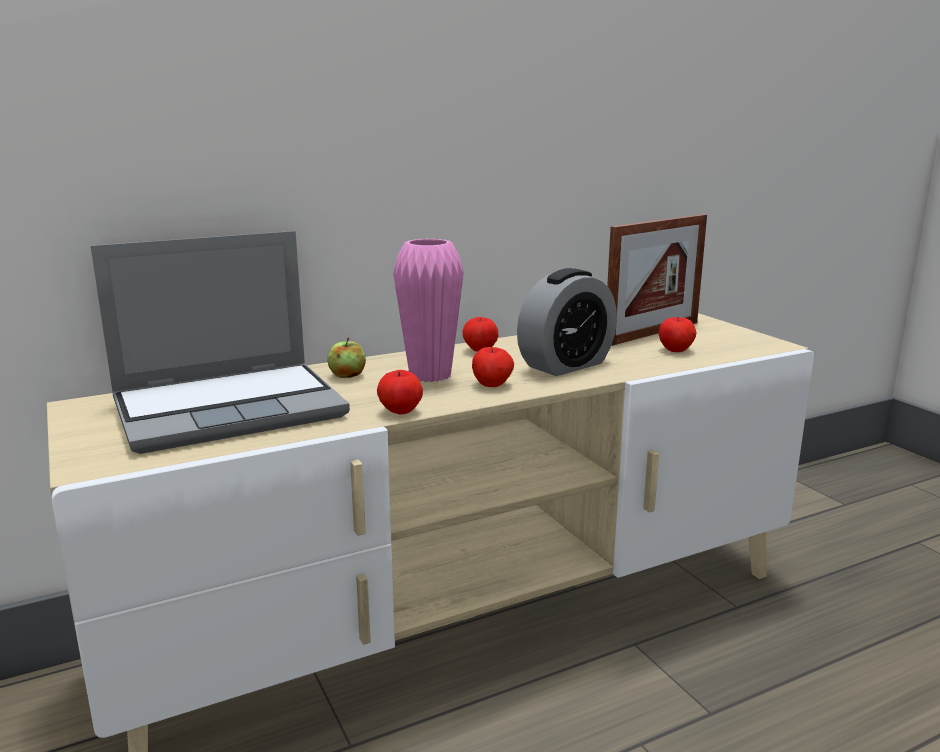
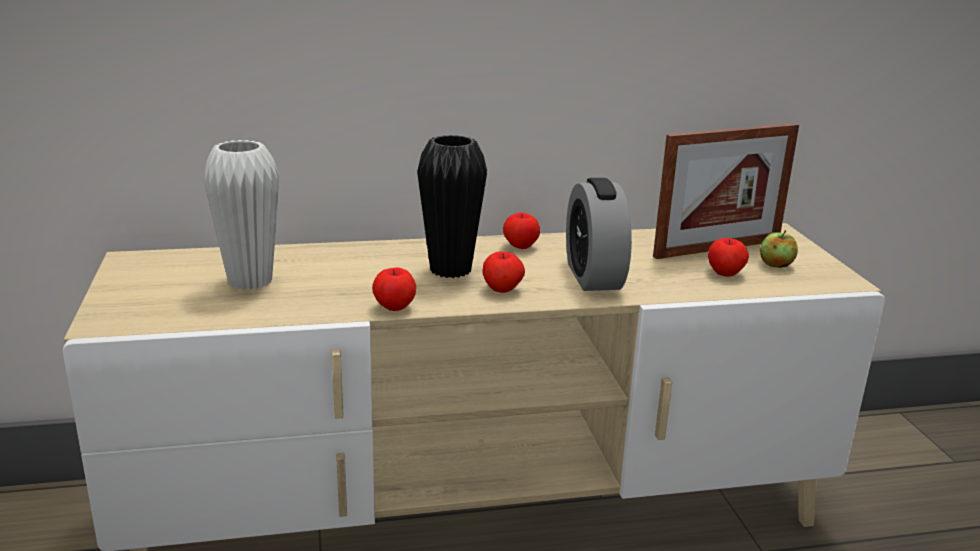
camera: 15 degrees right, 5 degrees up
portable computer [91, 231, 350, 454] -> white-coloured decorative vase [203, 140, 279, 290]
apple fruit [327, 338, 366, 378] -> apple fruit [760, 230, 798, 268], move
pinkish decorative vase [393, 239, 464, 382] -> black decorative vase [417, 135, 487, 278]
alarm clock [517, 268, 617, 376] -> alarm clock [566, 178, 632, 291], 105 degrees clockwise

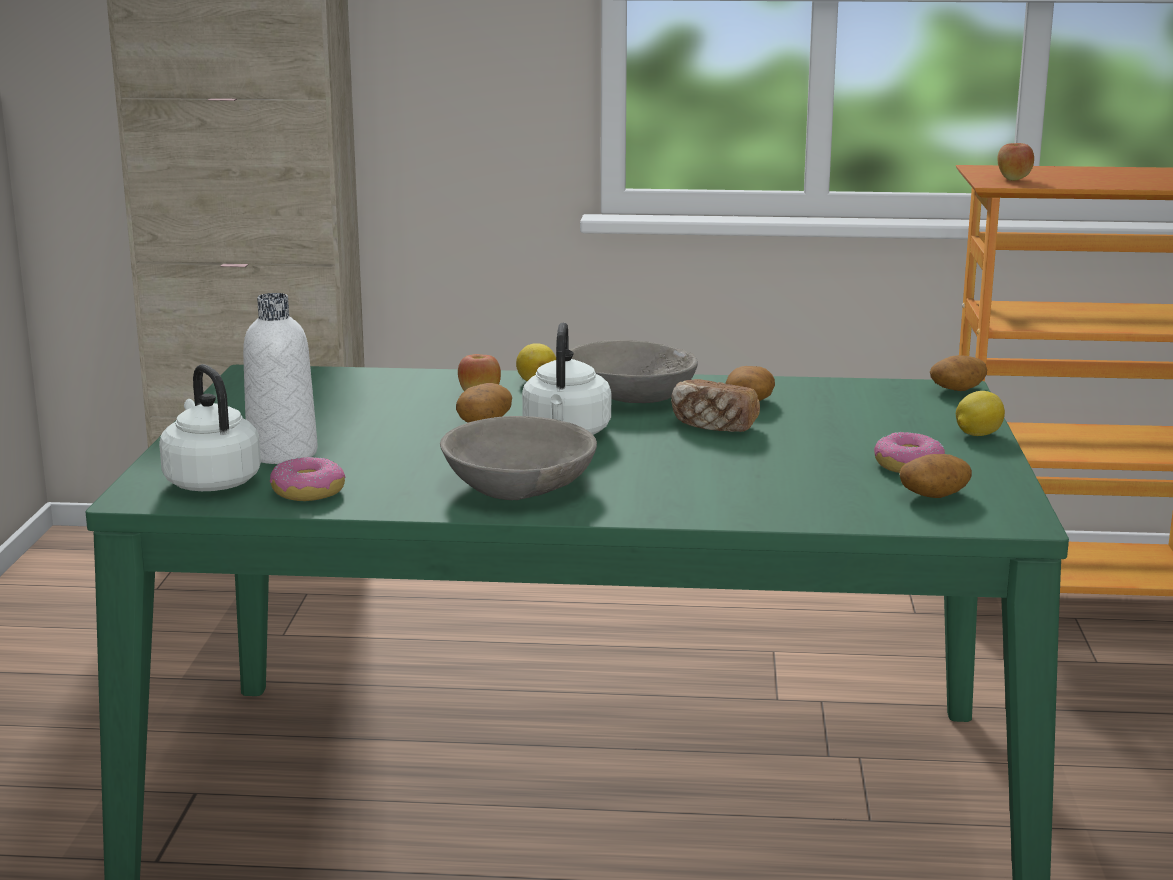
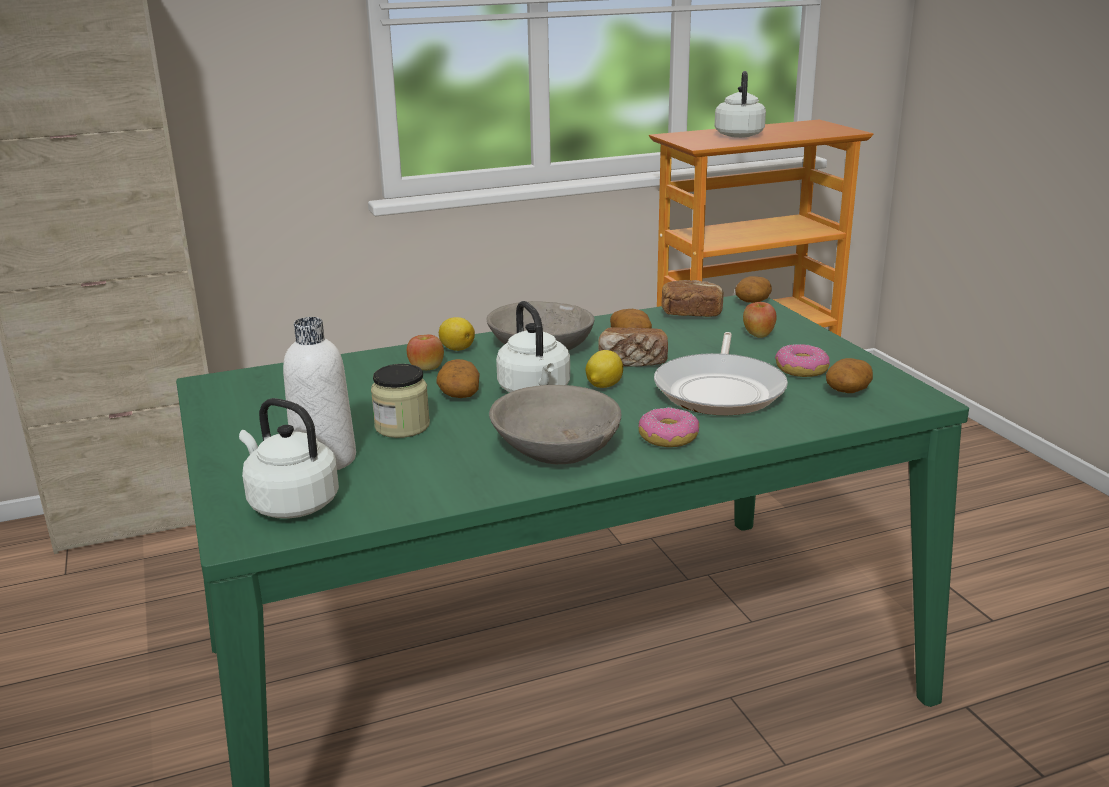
camera: 25 degrees left, 5 degrees up
doughnut [270, 457, 346, 501] -> doughnut [638, 407, 699, 447], move
whole lemon [956, 391, 1005, 436] -> whole lemon [586, 350, 623, 388], move
apple fruit [997, 143, 1034, 181] -> apple fruit [743, 302, 777, 338], move
none -> jar [371, 364, 430, 438]
none -> frying pan [654, 332, 788, 415]
none -> baked bread [662, 280, 724, 317]
none -> white-coloured water kettle [715, 71, 766, 138]

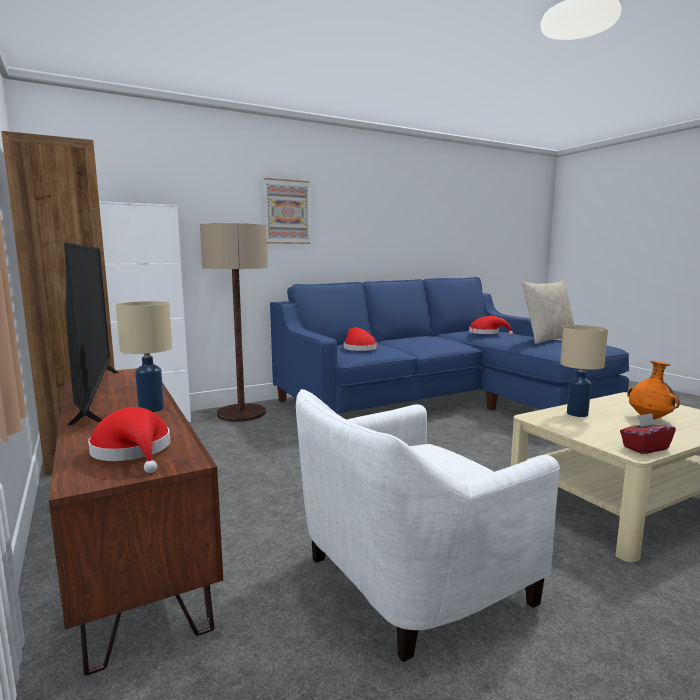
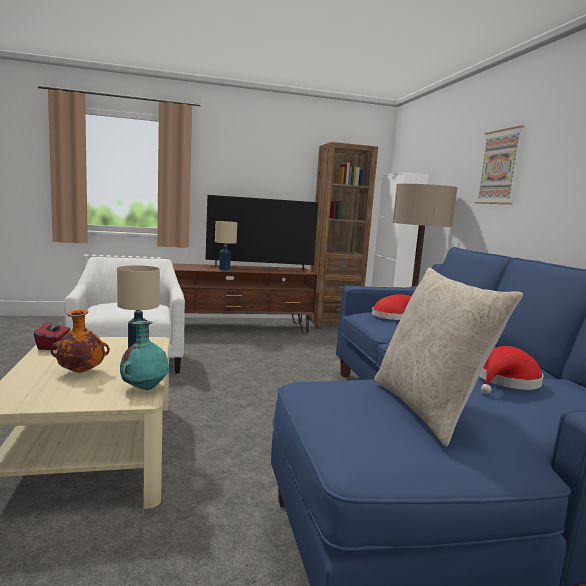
camera: 105 degrees right, 0 degrees up
red-coloured wearable hat [88, 407, 170, 473] -> none
none -> turquoise decorative vase [120, 321, 169, 390]

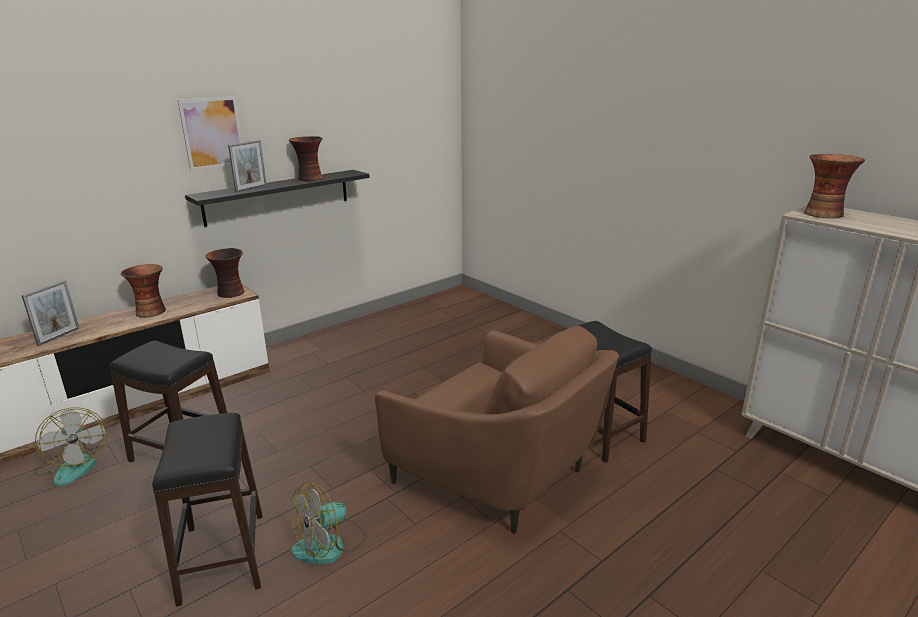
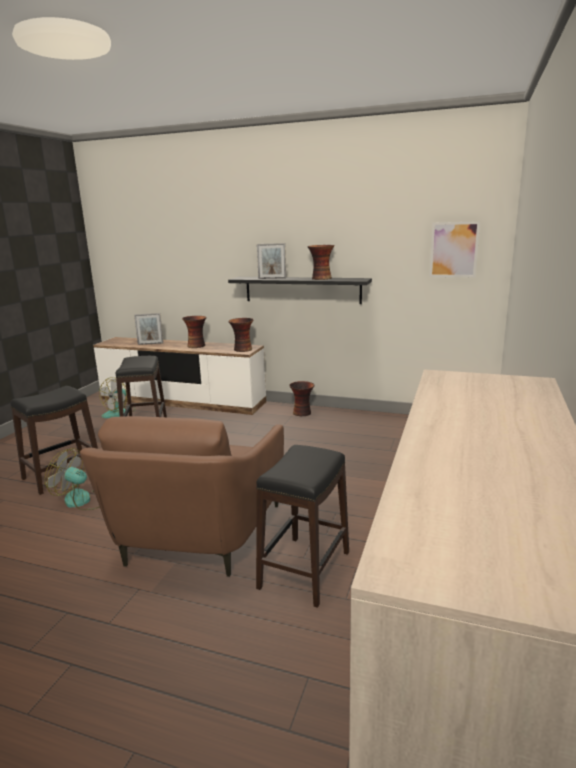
camera: 60 degrees right, 5 degrees down
wall art [178, 96, 242, 171] -> wall art [429, 221, 480, 277], move
decorative vase [804, 154, 865, 219] -> decorative vase [289, 381, 315, 416], move

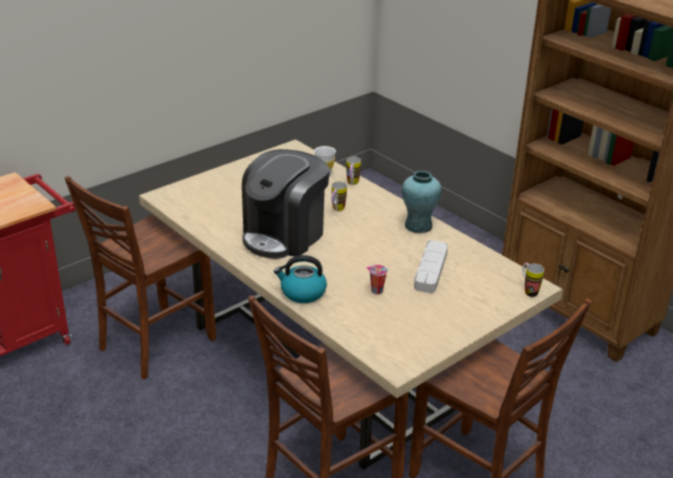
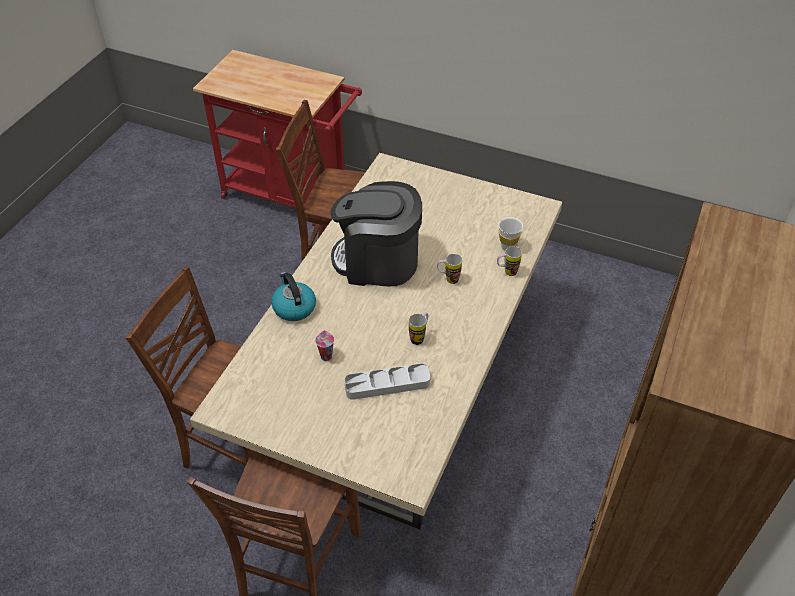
camera: 65 degrees right, 15 degrees up
turquoise decorative vase [401, 171, 442, 233] -> none
tea mug [522, 263, 544, 297] -> tea mug [409, 312, 428, 345], move

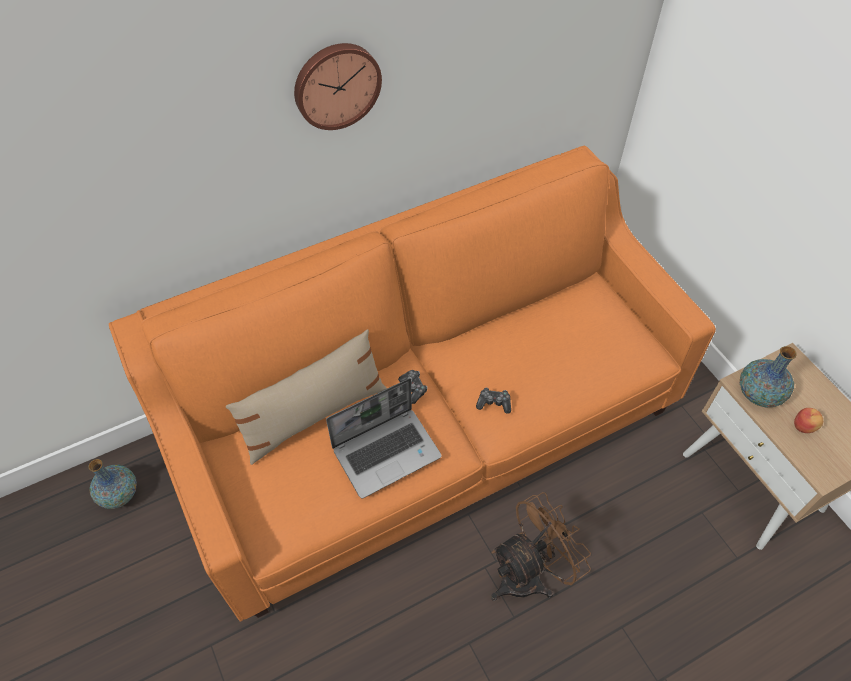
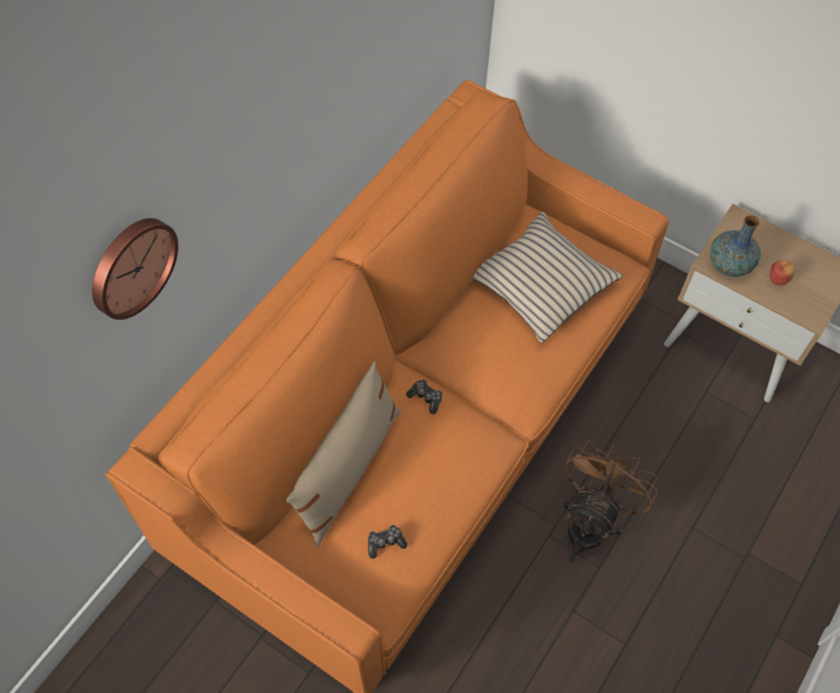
camera: 30 degrees left, 5 degrees up
decorative vase [88, 459, 137, 509] -> none
hanging clock [294, 43, 382, 130] -> hanging clock [92, 218, 178, 320], move
portable computer [326, 378, 442, 498] -> none
game controller [476, 388, 511, 414] -> game controller [368, 524, 407, 559], move
none -> beige-coloured cushion [472, 211, 623, 343]

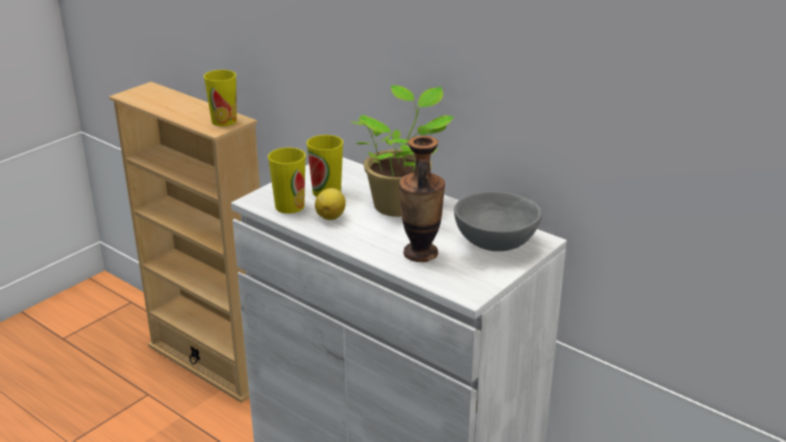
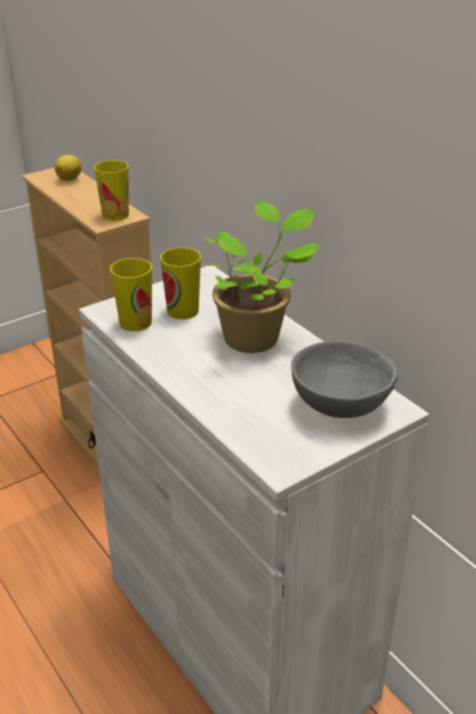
camera: 15 degrees right, 5 degrees up
whole lemon [315, 188, 346, 220] -> whole lemon [55, 155, 81, 181], move
decorative vase [399, 136, 445, 262] -> none

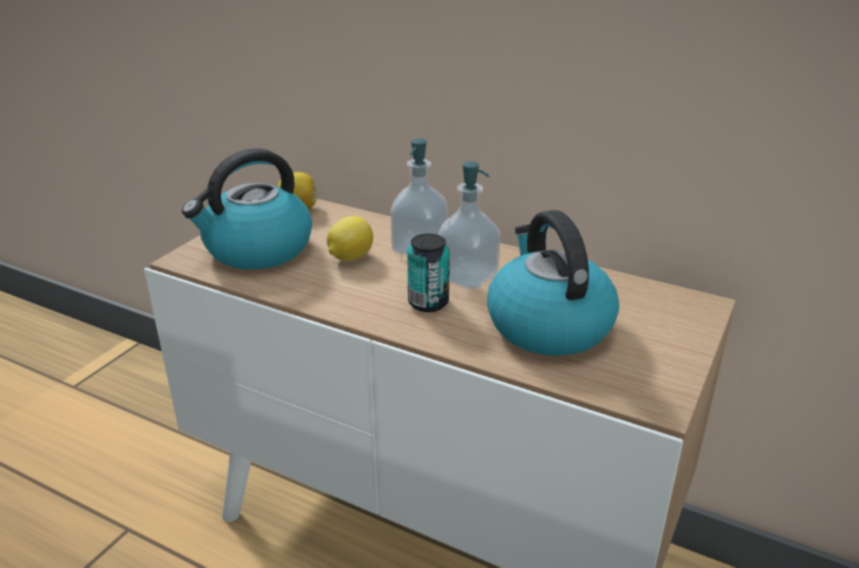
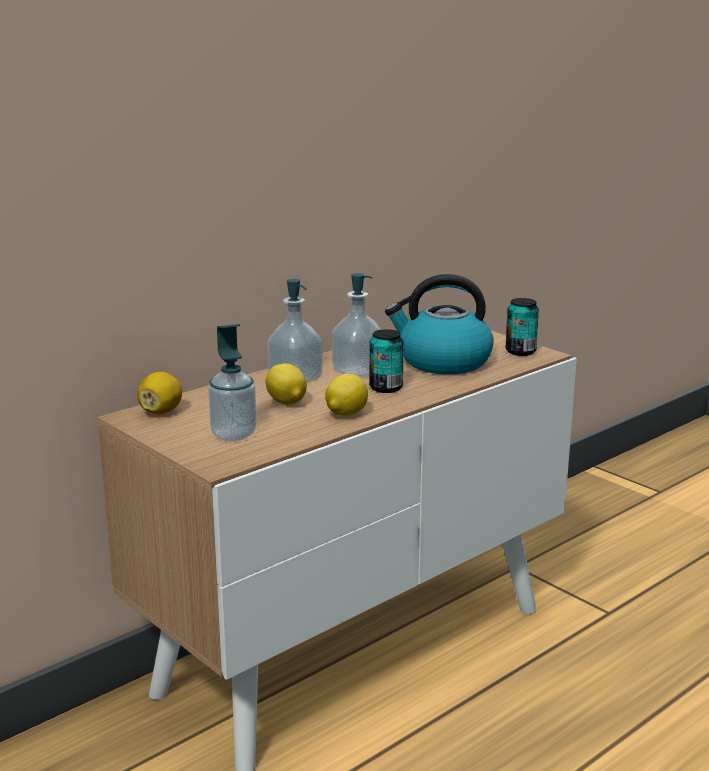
camera: 70 degrees left, 10 degrees down
water kettle [182, 148, 312, 269] -> soap bottle [208, 324, 256, 441]
none -> whole lemon [325, 374, 368, 416]
none -> can [505, 298, 539, 356]

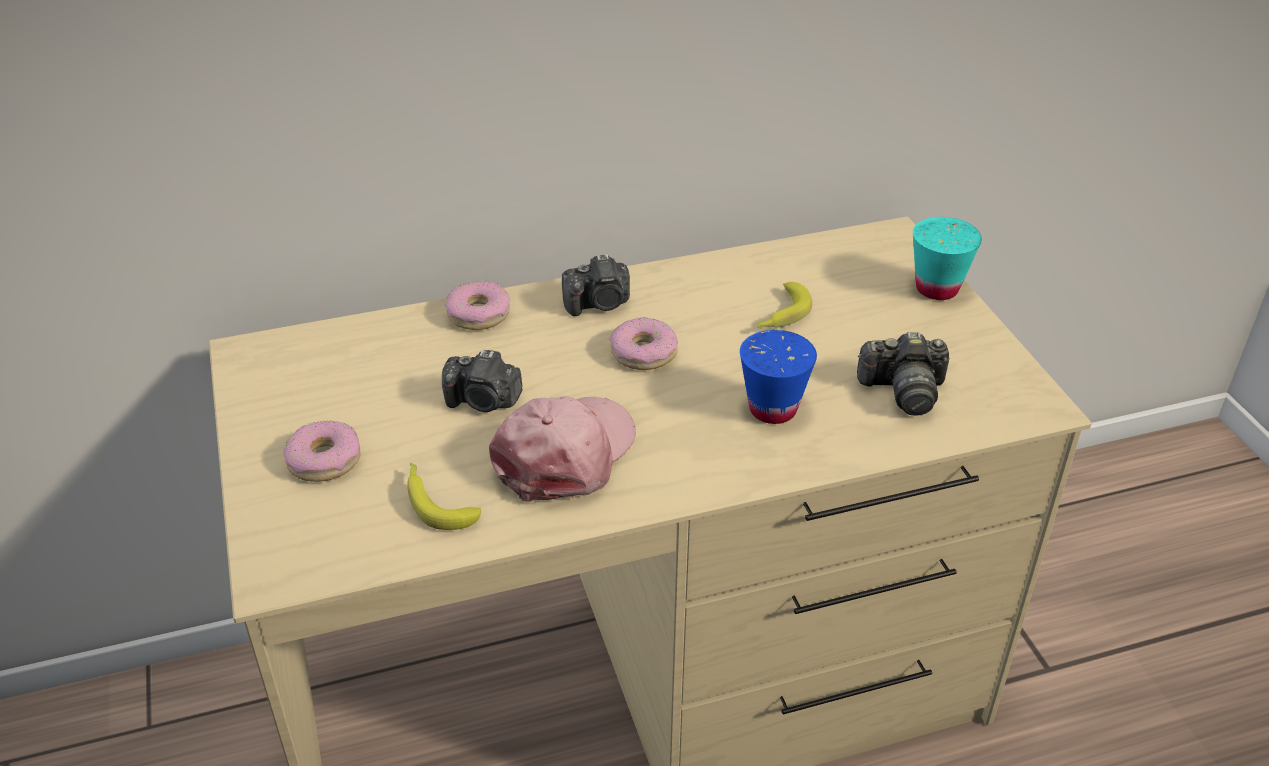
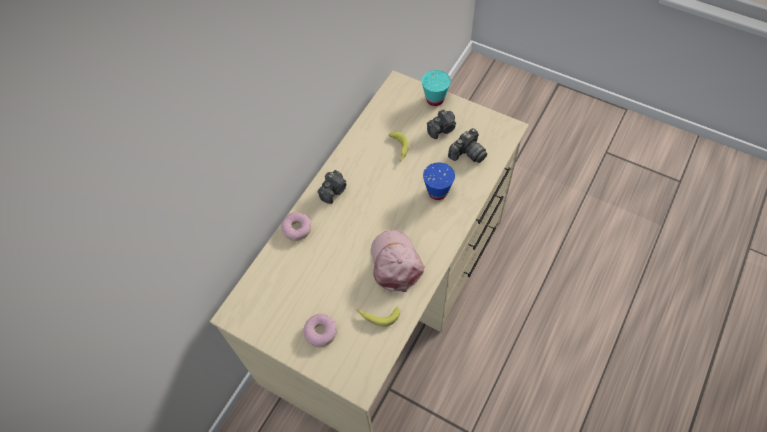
camera: 40 degrees left, 20 degrees up
photo camera [442, 350, 523, 412] -> photo camera [427, 110, 456, 139], move
doughnut [609, 317, 678, 370] -> none

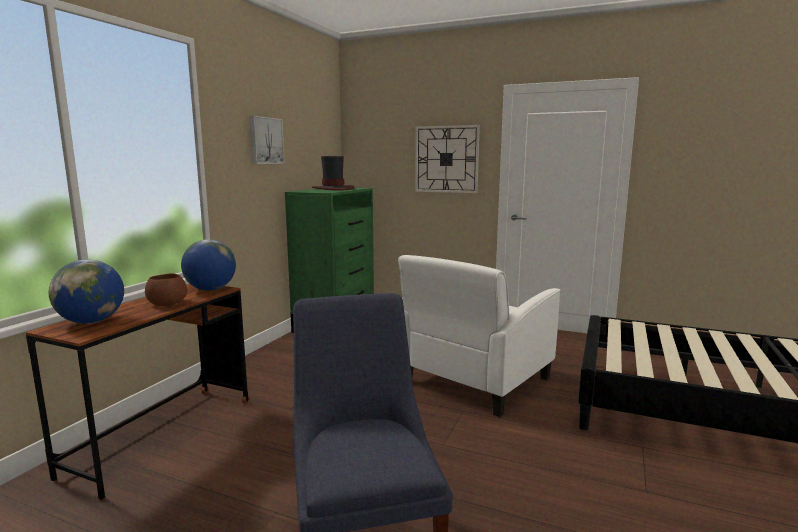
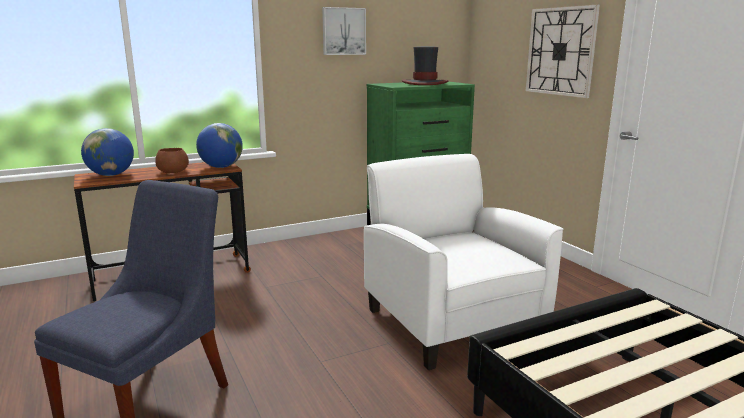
camera: 40 degrees right, 5 degrees up
white-coloured armchair [398, 255, 560, 417] -> white-coloured armchair [364, 154, 563, 370], 75 degrees clockwise

